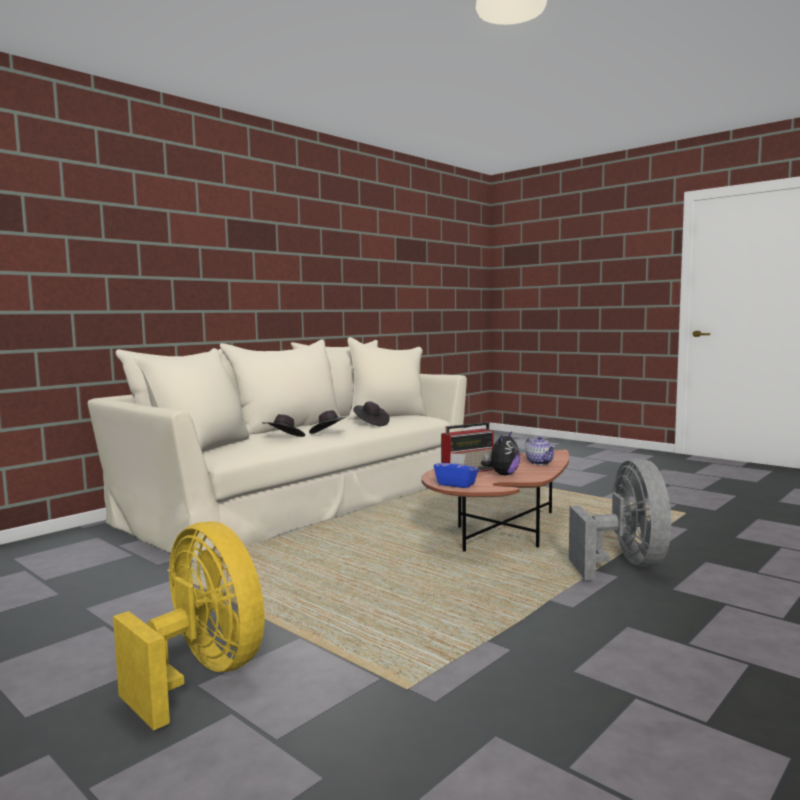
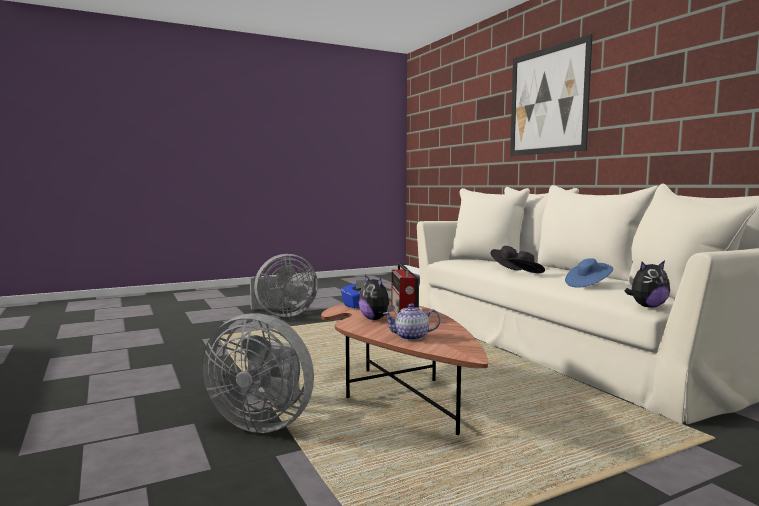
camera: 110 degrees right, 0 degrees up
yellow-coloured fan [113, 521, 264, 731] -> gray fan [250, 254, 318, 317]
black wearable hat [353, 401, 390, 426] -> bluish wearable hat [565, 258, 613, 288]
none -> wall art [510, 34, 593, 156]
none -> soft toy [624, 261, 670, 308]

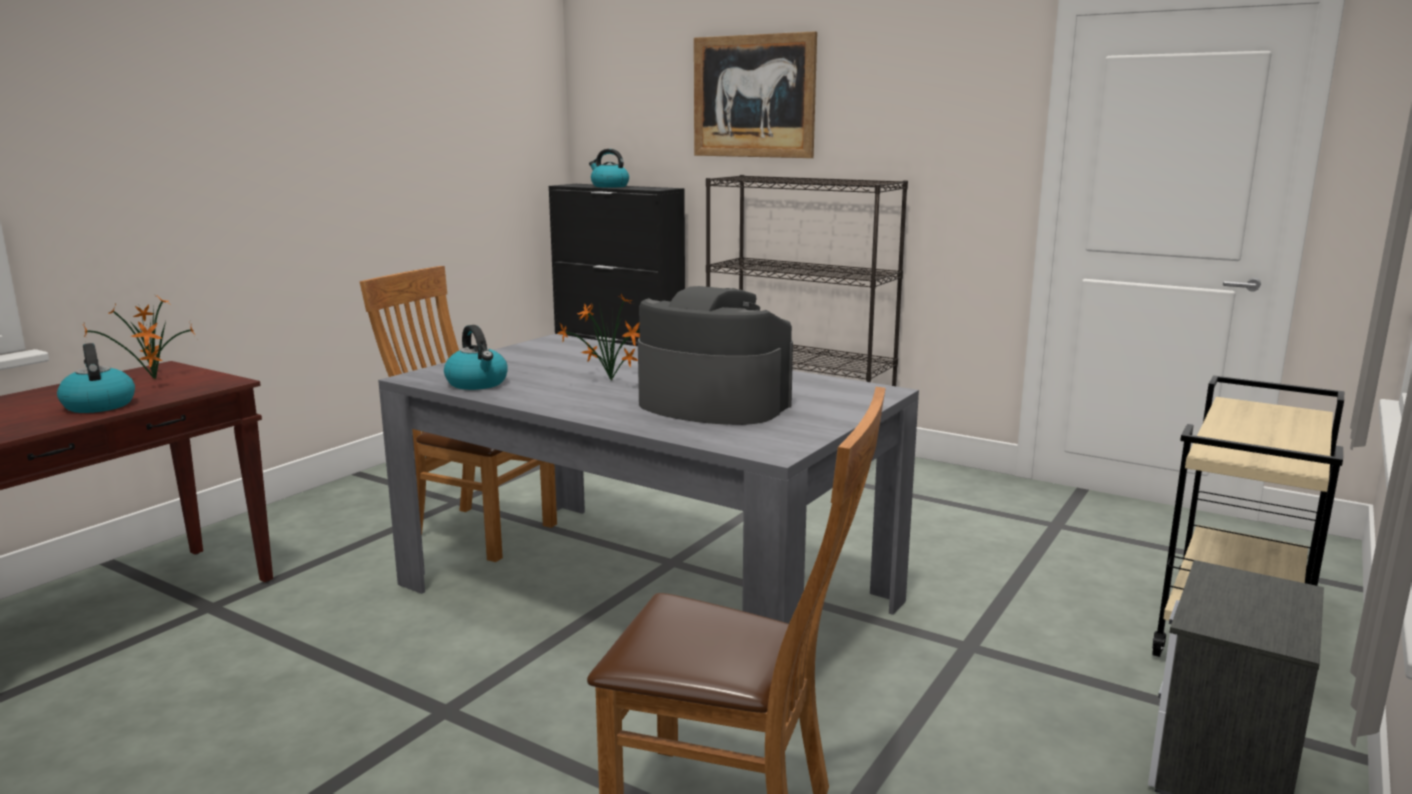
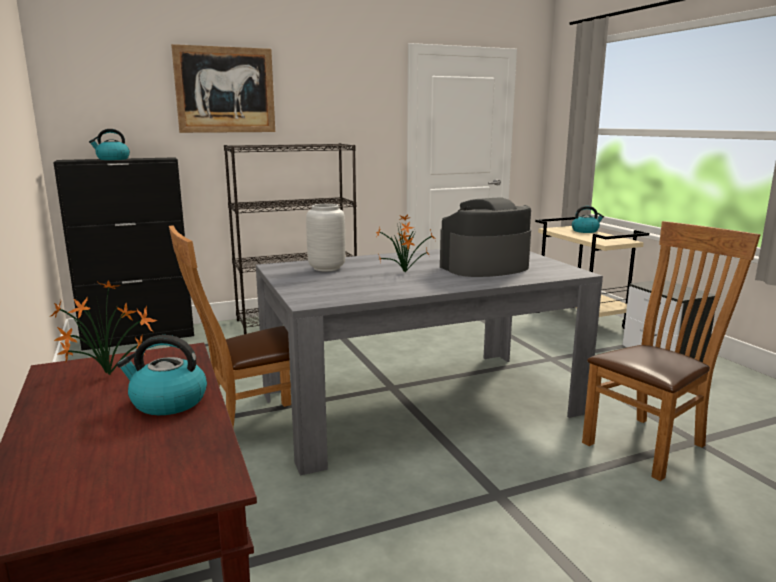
camera: 55 degrees left, 0 degrees up
water kettle [444, 325, 508, 390] -> water kettle [572, 206, 604, 233], move
none -> gray decorative vase [306, 204, 346, 271]

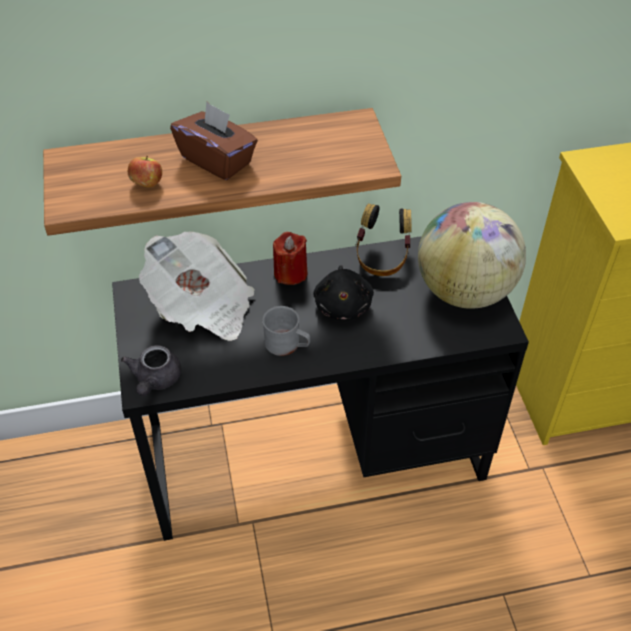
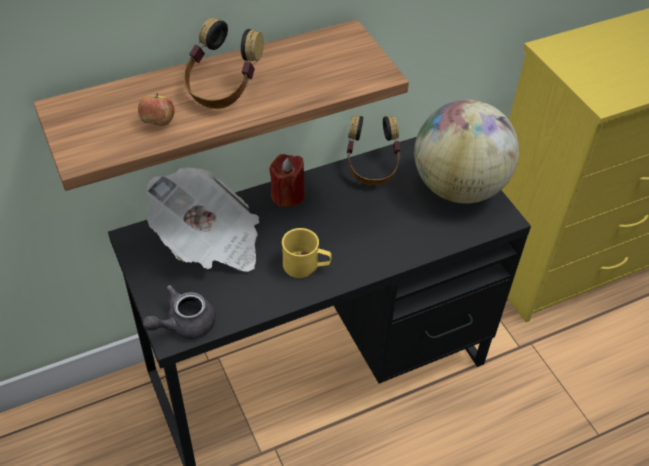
camera: 15 degrees left, 0 degrees up
gray teapot [121, 345, 181, 396] -> gray teapot [143, 285, 216, 339], 60 degrees clockwise
brown-coloured tissue holder [170, 101, 258, 180] -> pair of headphones [184, 17, 264, 109]
gray tea mug [262, 306, 310, 356] -> yellow-coloured tea mug [282, 228, 332, 278]
black soft toy [313, 265, 374, 320] -> none

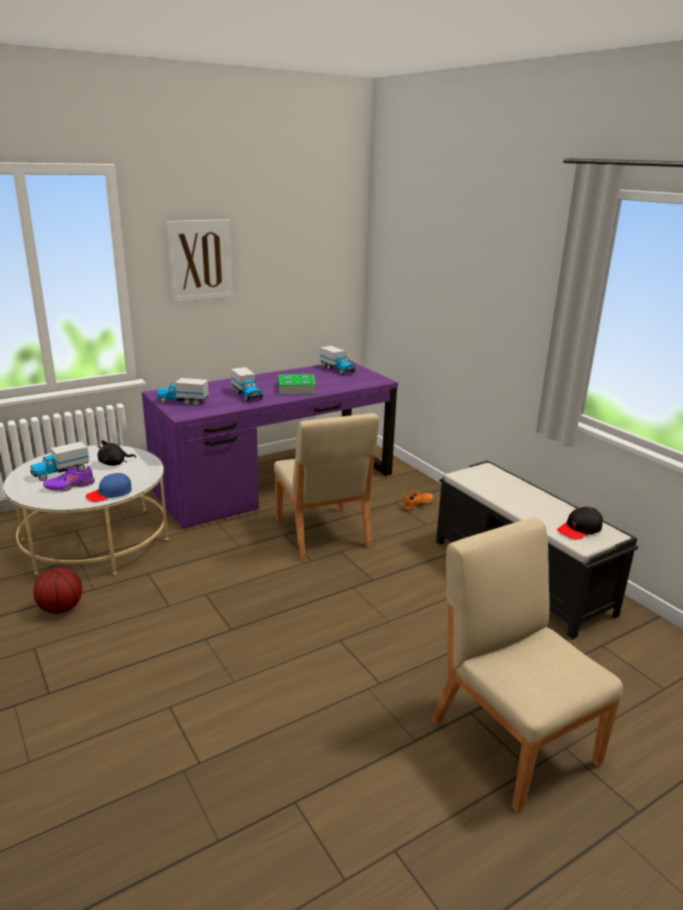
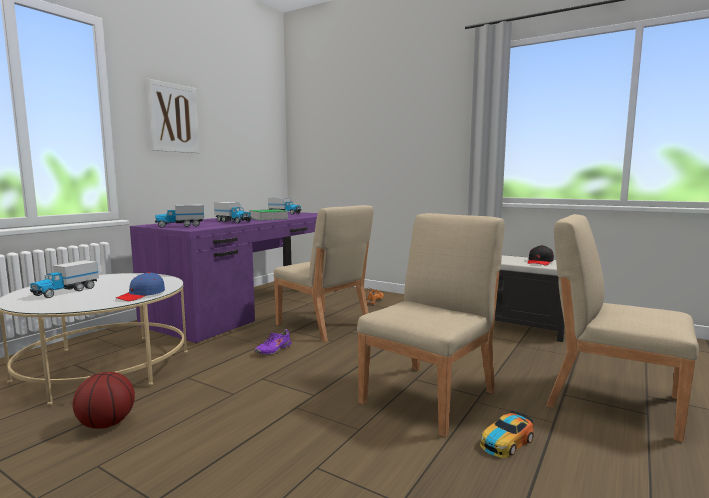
camera: 25 degrees left, 15 degrees down
purplish item of footwear [43, 466, 95, 492] -> purplish item of footwear [255, 329, 292, 355], move
black soft toy [97, 440, 136, 466] -> none
none -> beige-coloured plain chair [357, 213, 505, 437]
none -> model car [480, 411, 534, 458]

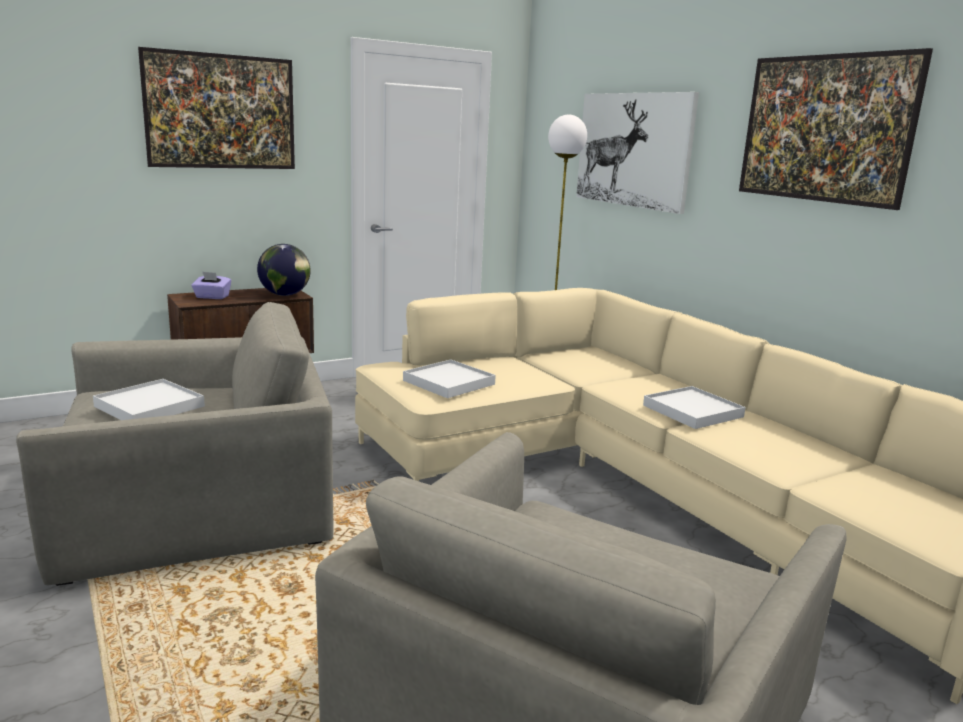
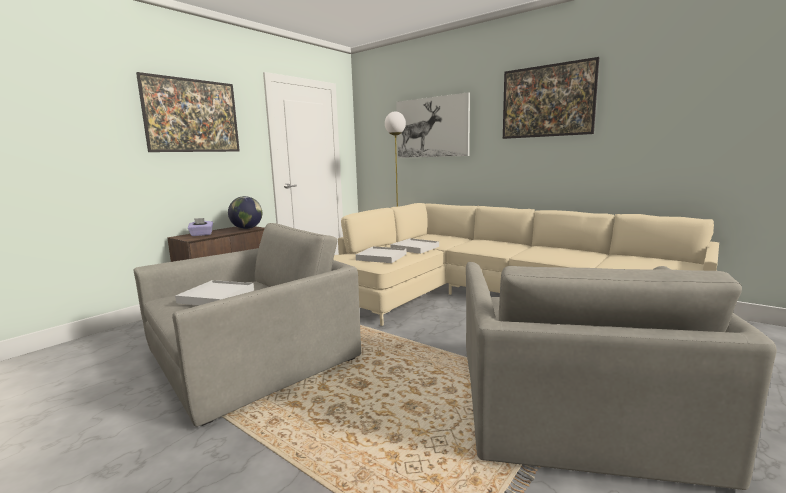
camera: 20 degrees left, 5 degrees down
white-coloured serving tray [643, 386, 746, 429] -> white-coloured serving tray [390, 238, 439, 254], move

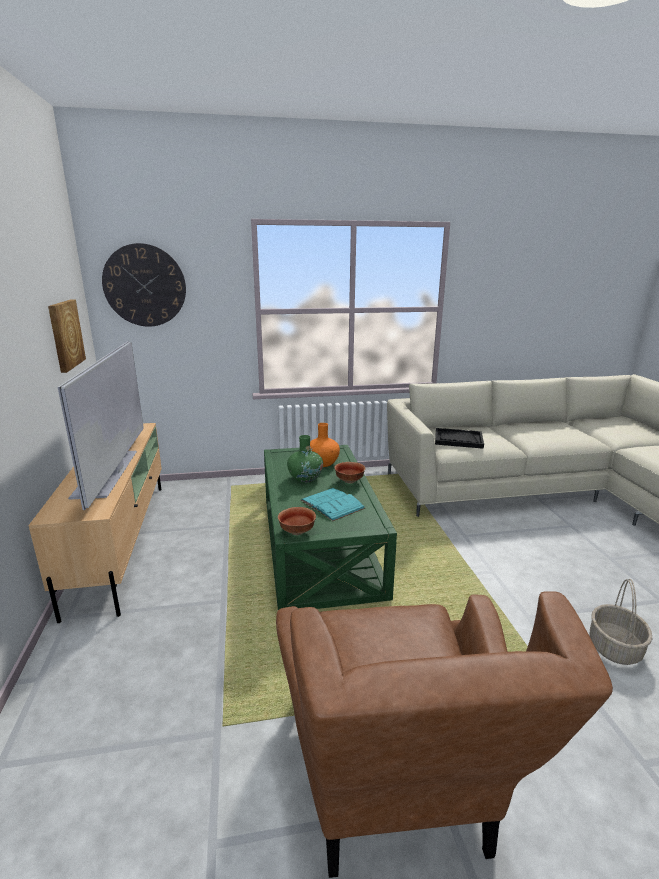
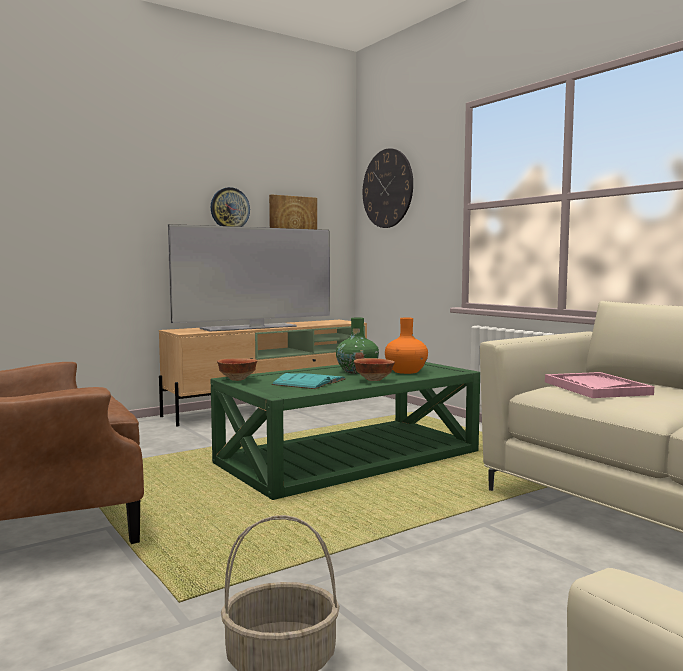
camera: 65 degrees right, 15 degrees down
black serving tray [435, 428, 484, 449] -> pinkish serving tray [545, 372, 654, 398]
none -> hanging clock [211, 187, 250, 227]

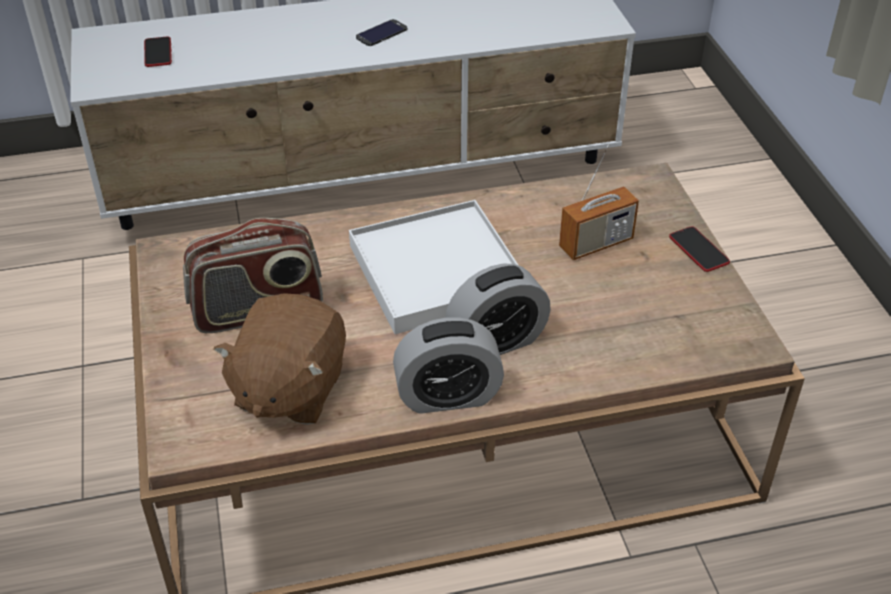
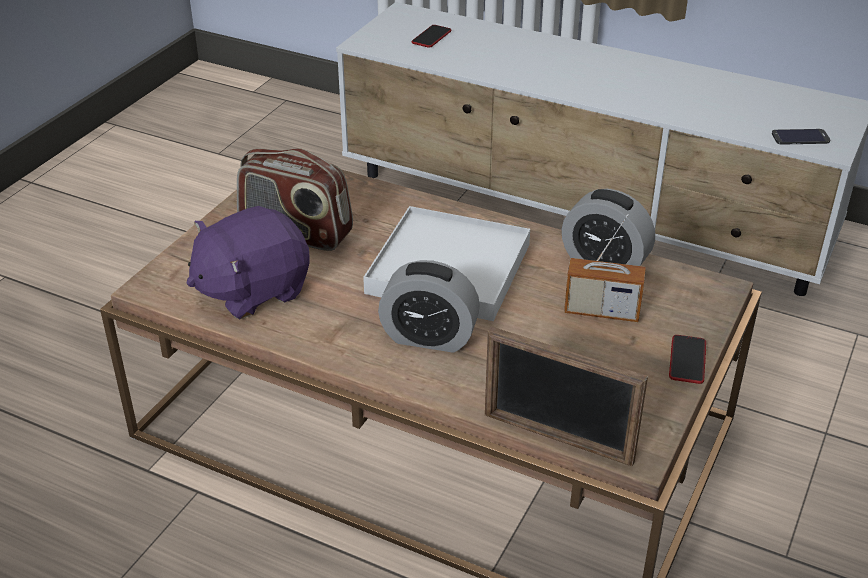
camera: 40 degrees right, 5 degrees down
brown-coloured soft toy [214, 293, 346, 425] -> purplish soft toy [186, 206, 310, 319]
phone [356, 19, 407, 46] -> phone [772, 129, 830, 145], move
alarm clock [393, 317, 504, 414] -> alarm clock [562, 189, 655, 266], move
none -> photo frame [485, 327, 648, 466]

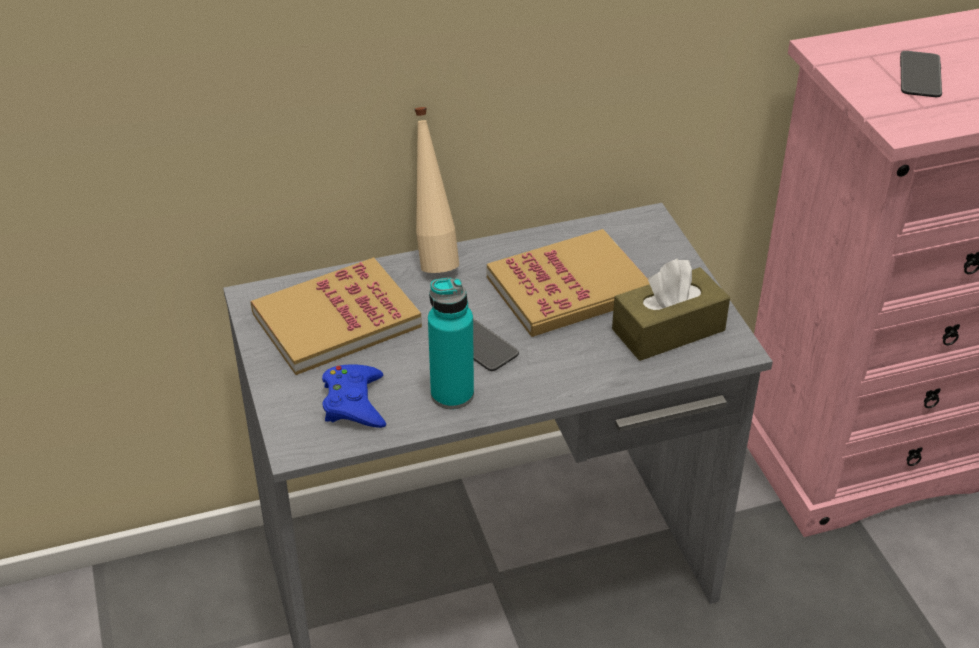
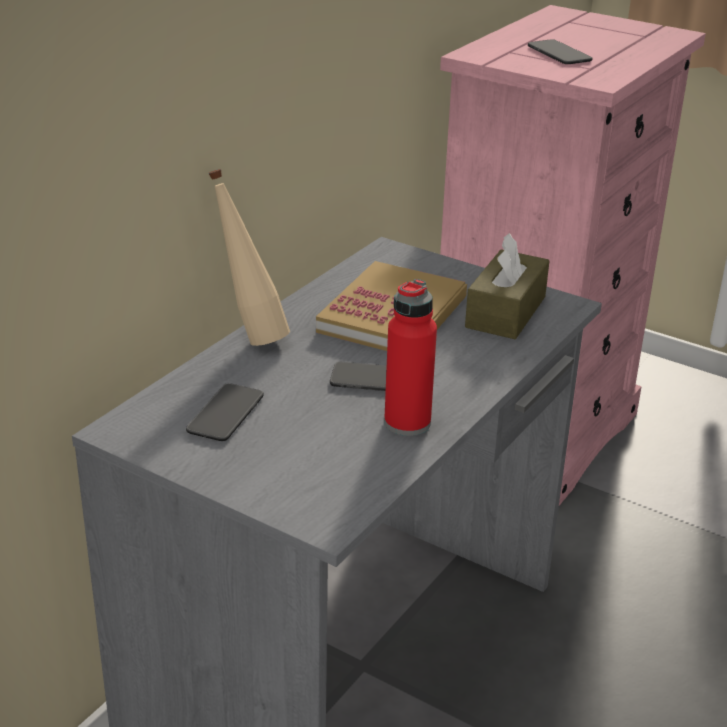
camera: 40 degrees left, 10 degrees down
volume [250, 257, 422, 375] -> phone [186, 383, 264, 441]
bluish game controller [322, 364, 386, 428] -> none
turquoise bottle [428, 278, 474, 409] -> red-coloured bottle [384, 279, 437, 436]

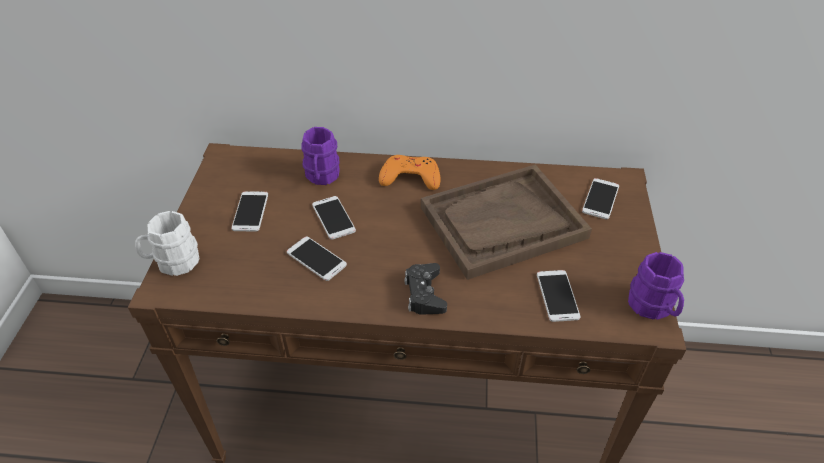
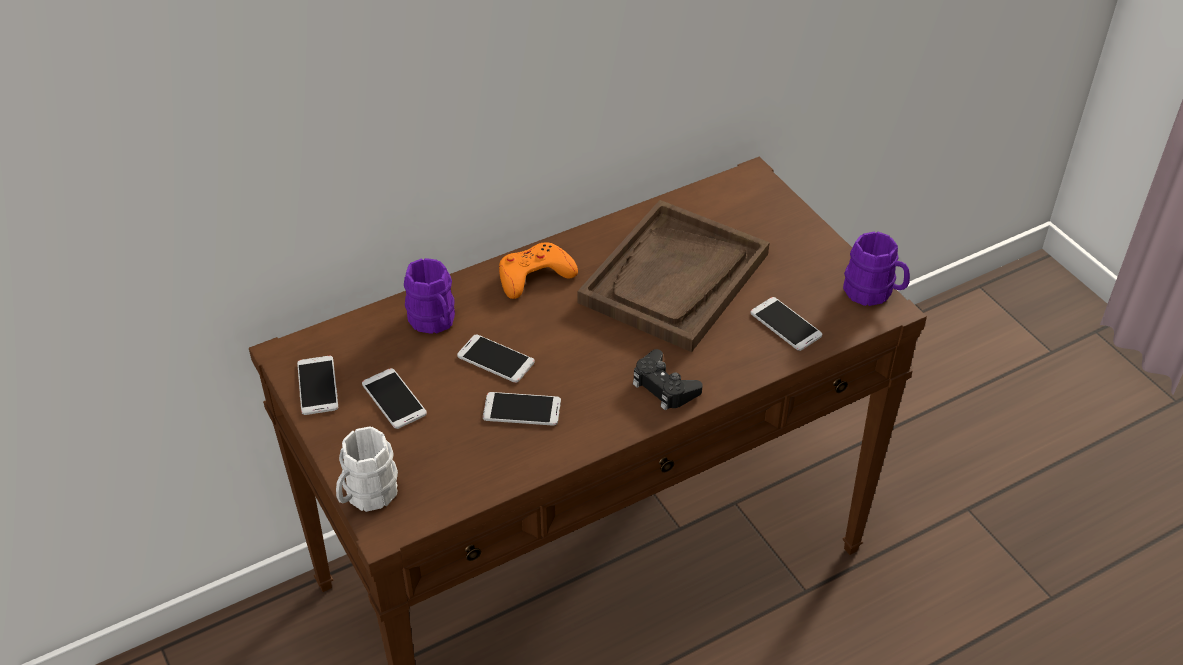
camera: 35 degrees left, 0 degrees up
phone [582, 178, 619, 219] -> phone [297, 356, 338, 415], move

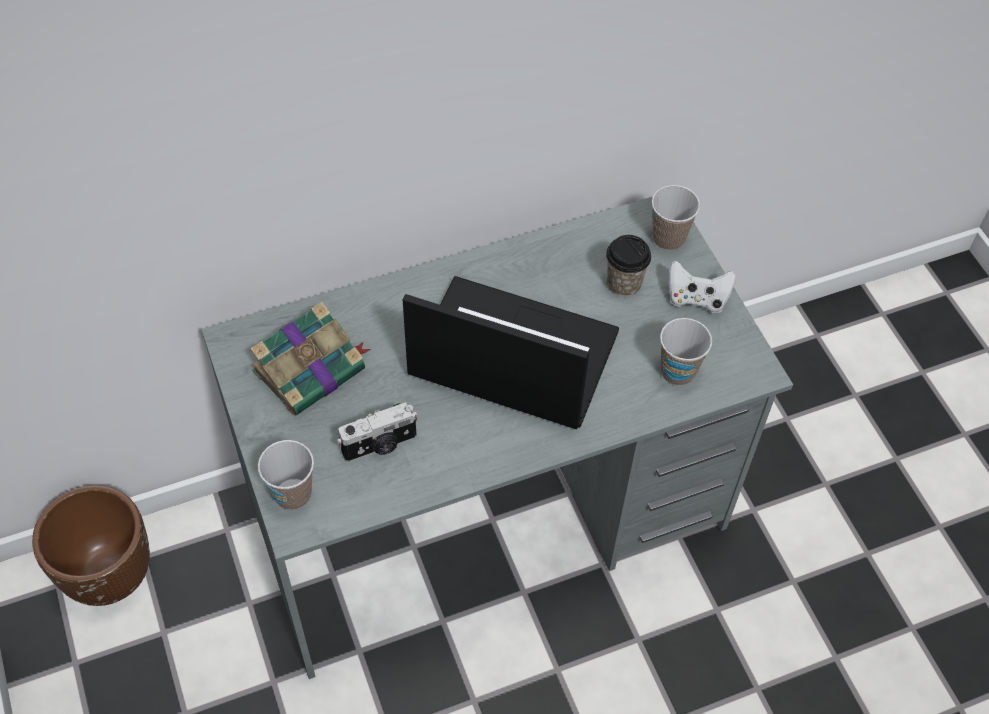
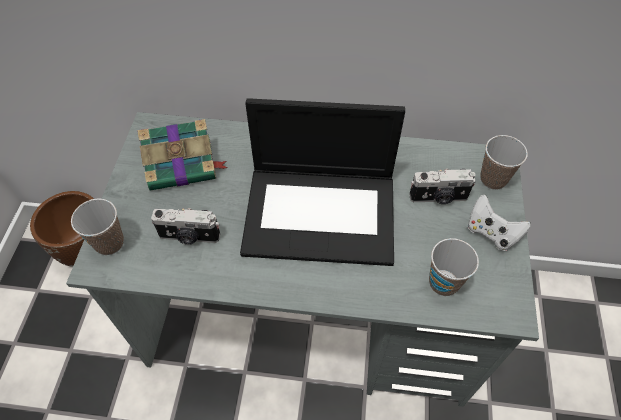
camera: 30 degrees right, 0 degrees up
portable computer [403, 276, 619, 429] -> portable computer [240, 98, 405, 266], 135 degrees clockwise
cup [606, 235, 651, 297] -> photo camera [409, 169, 476, 204]

